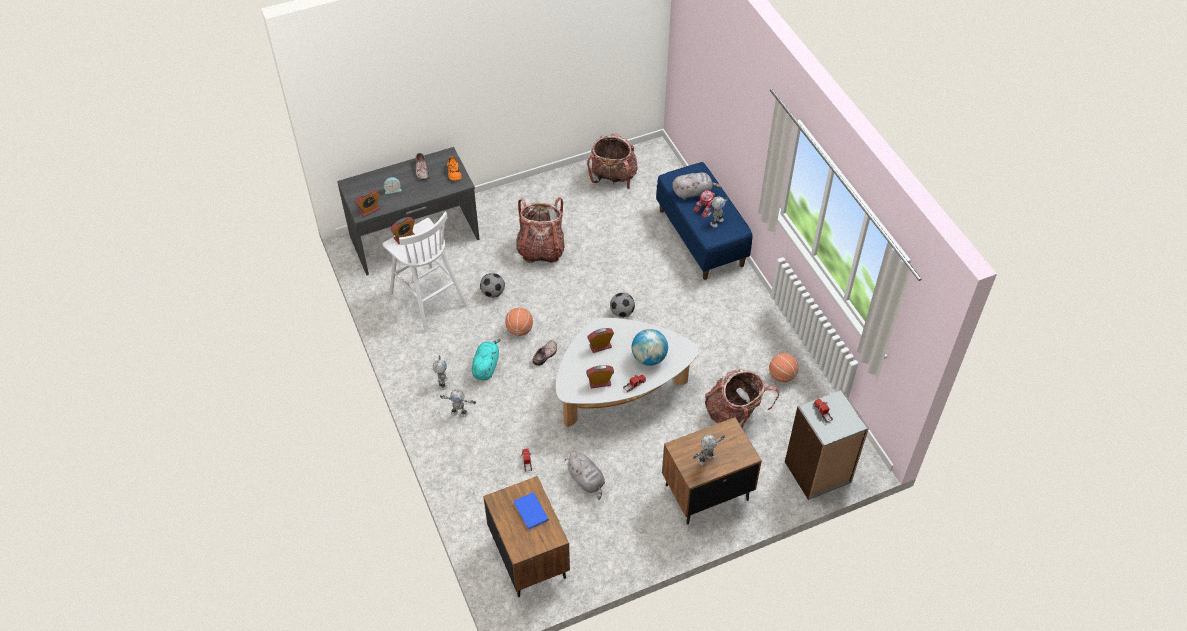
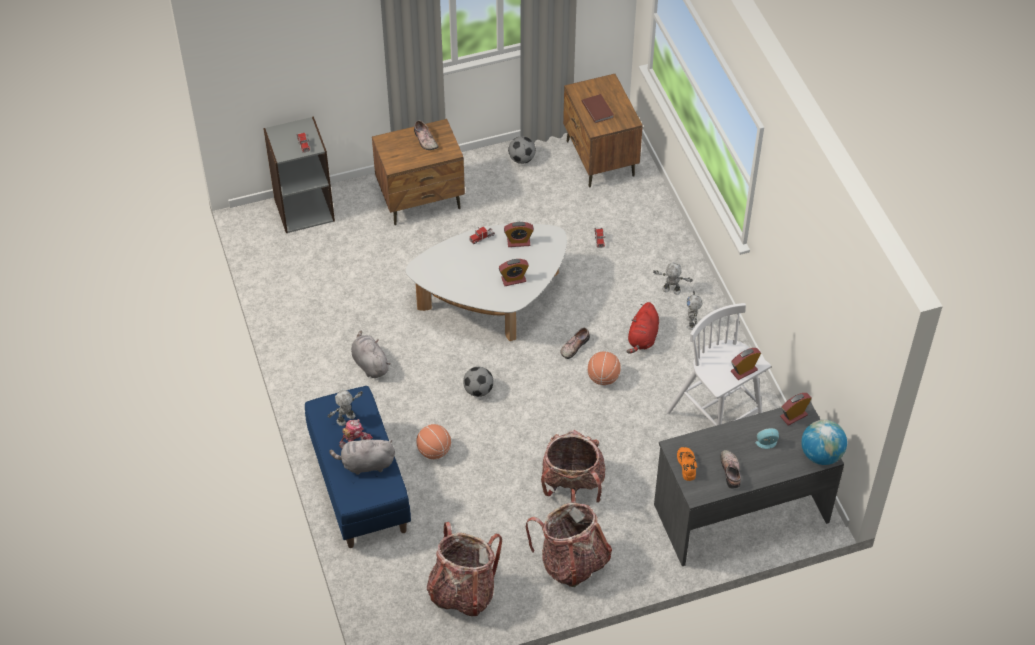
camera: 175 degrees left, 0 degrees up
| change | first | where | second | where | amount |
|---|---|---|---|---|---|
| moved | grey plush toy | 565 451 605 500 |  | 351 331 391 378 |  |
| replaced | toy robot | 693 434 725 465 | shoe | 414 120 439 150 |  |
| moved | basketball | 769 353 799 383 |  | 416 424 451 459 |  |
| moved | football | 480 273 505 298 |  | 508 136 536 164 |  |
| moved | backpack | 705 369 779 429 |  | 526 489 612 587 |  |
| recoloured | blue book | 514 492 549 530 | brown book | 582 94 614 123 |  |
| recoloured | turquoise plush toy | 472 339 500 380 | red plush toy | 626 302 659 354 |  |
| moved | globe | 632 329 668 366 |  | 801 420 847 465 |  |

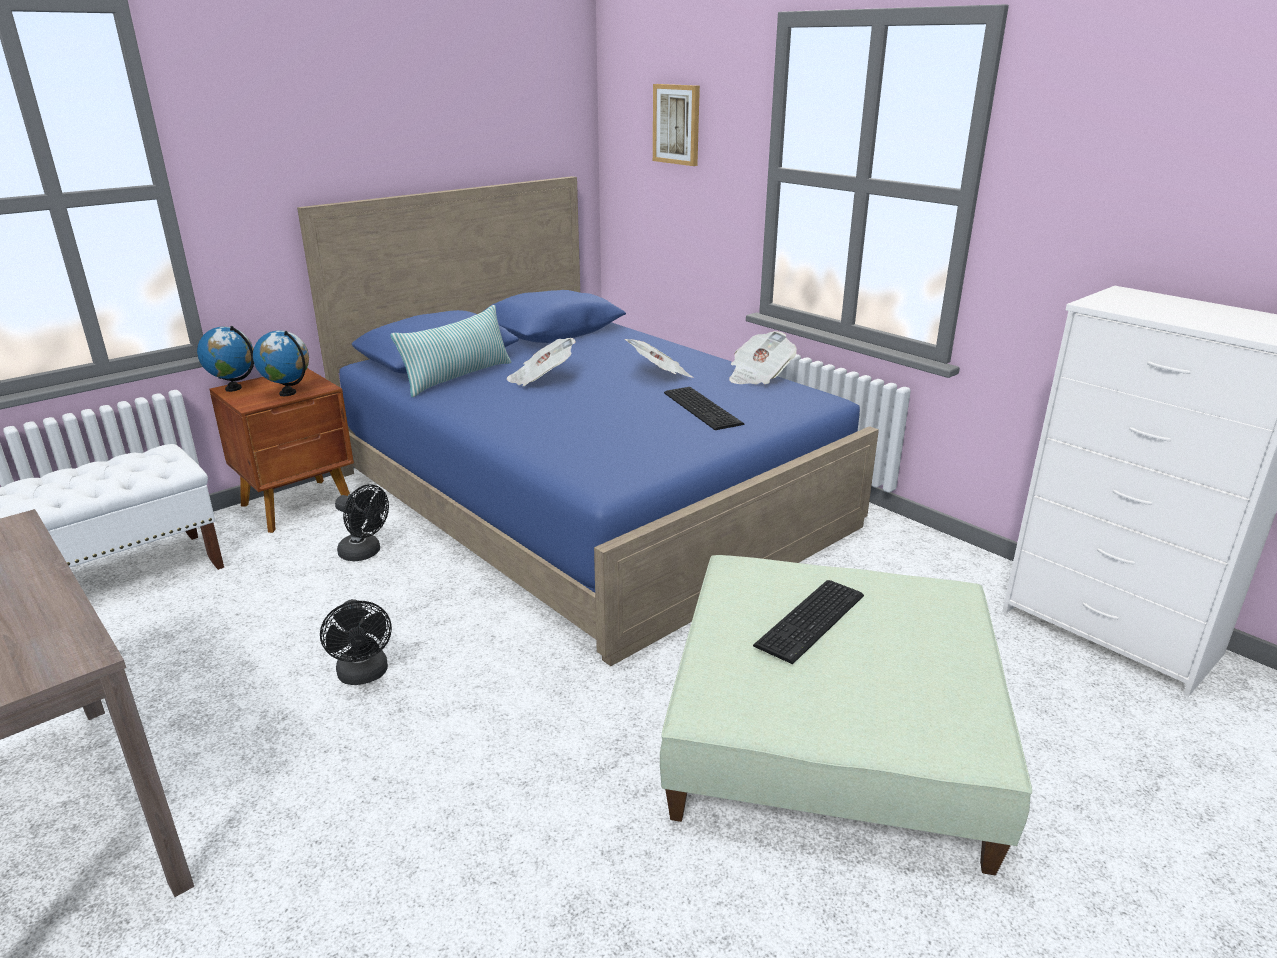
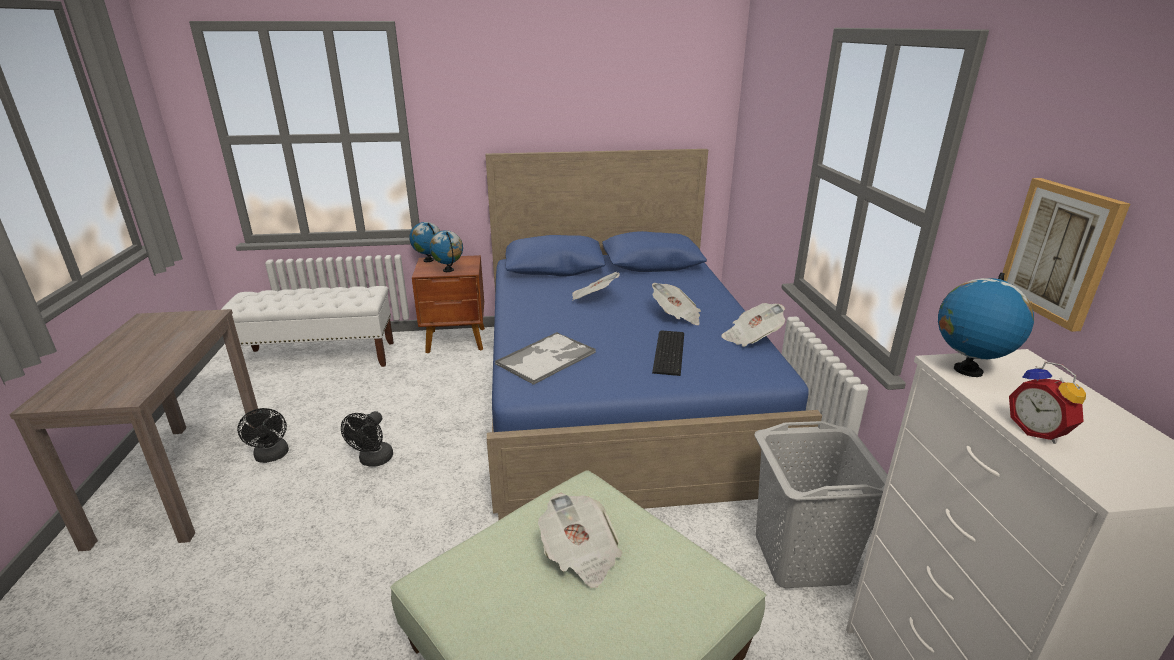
camera: 35 degrees right, 0 degrees up
| change | first | where | second | where | amount |
|---|---|---|---|---|---|
| moved | black fan | 335 484 389 562 |  | 237 408 289 463 |  |
| added |  |  | tray | 495 332 596 385 |  |
| replaced | keyboard | 753 580 864 664 | newspaper | 538 493 623 588 |  |
| added |  |  | grey laundry basket | 754 421 887 588 |  |
| added |  |  | globe | 938 273 1034 377 |  |
| moved | picture | 653 84 700 166 |  | 1002 178 1130 332 |  |
| added |  |  | alarm clock | 1009 361 1086 444 |  |
| removed | pillow | 390 305 512 397 |  |  |  |

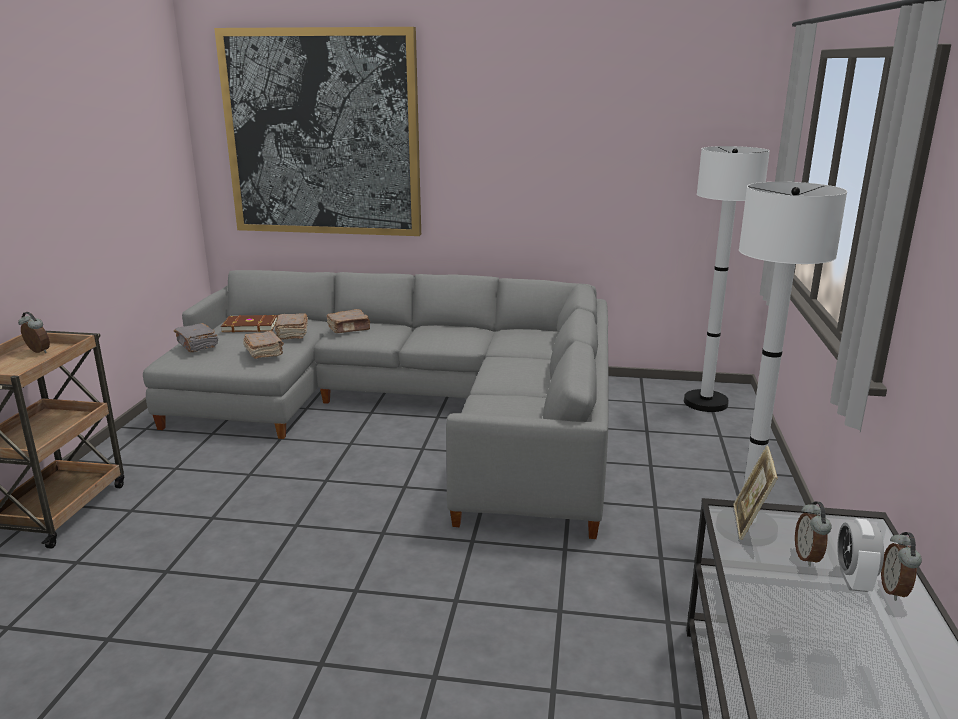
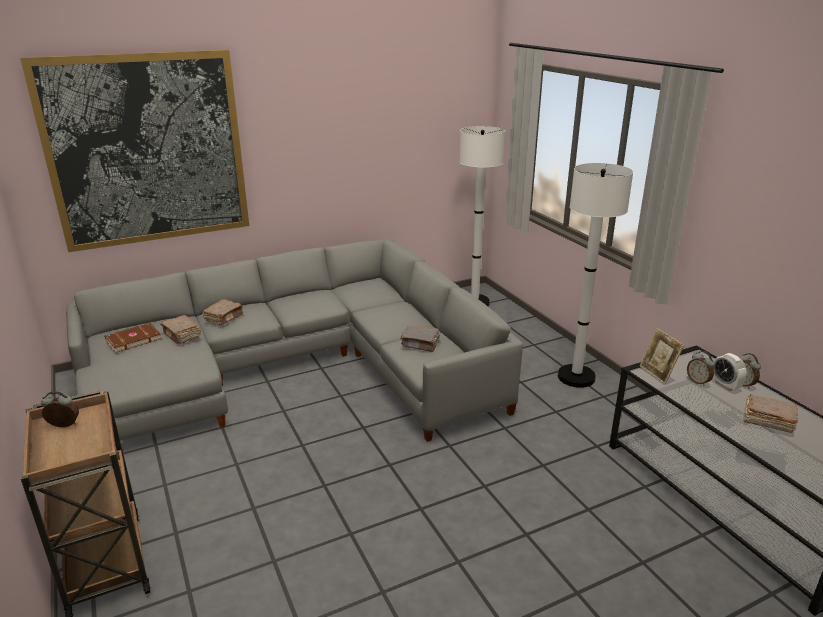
camera: 35 degrees left, 5 degrees up
| change | first | where | second | where | amount |
|---|---|---|---|---|---|
| moved | grey book | 174 323 219 352 |  | 400 325 440 352 |  |
| moved | brown book | 243 331 284 359 |  | 743 394 798 433 |  |

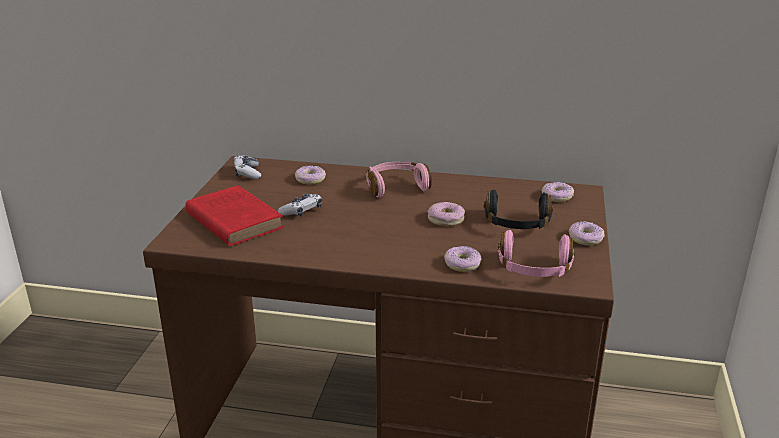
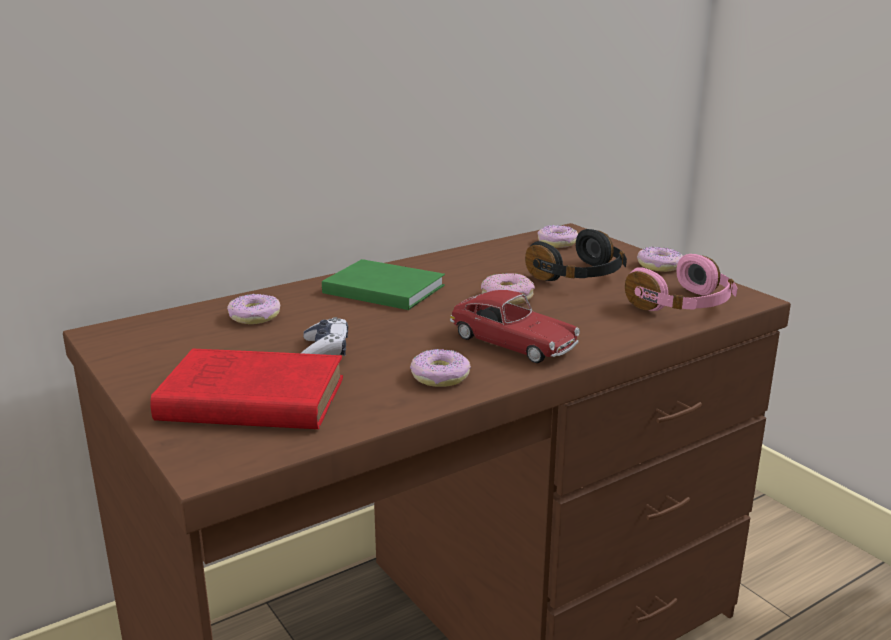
camera: 45 degrees left, 5 degrees down
| change | first | where | second | where | amount |
|---|---|---|---|---|---|
| replaced | pink headphones | 367 161 432 198 | green book | 322 259 445 310 |  |
| moved | donut | 444 246 481 272 |  | 410 349 471 387 |  |
| added |  |  | toy car | 450 290 580 363 |  |
| removed | game controller | 234 155 261 179 |  |  |  |

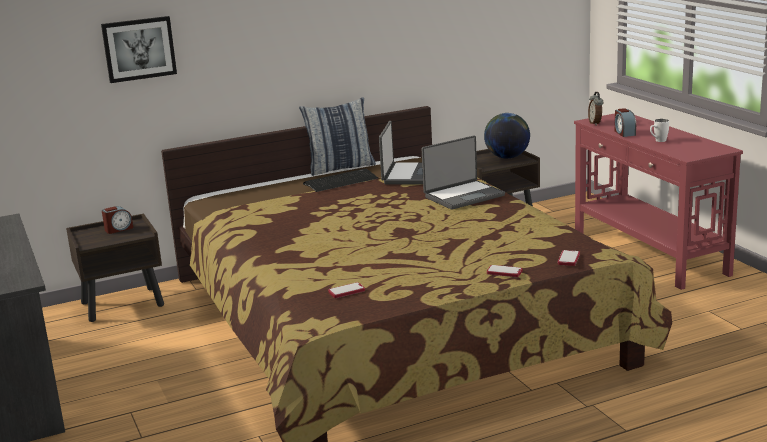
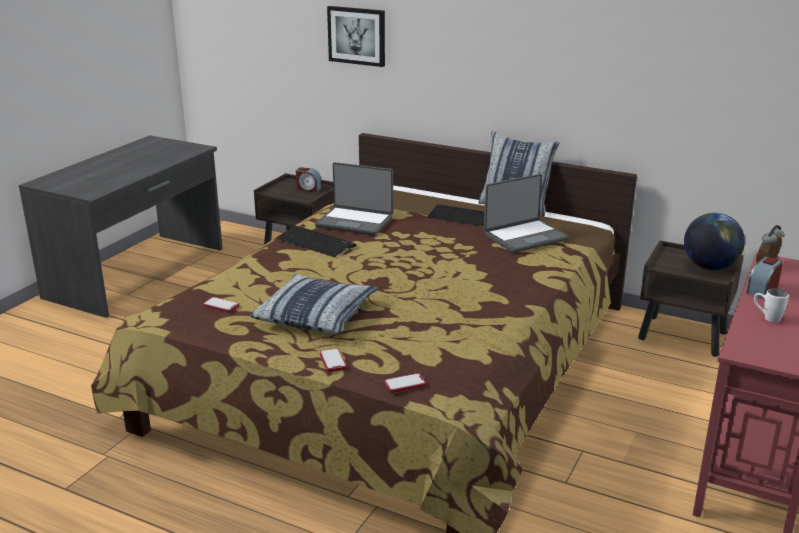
camera: 50 degrees right, 5 degrees up
| change | first | where | second | where | amount |
|---|---|---|---|---|---|
| added |  |  | pillow | 250 274 378 334 |  |
| added |  |  | keyboard | 276 226 357 257 |  |
| moved | laptop | 422 135 505 209 |  | 315 162 393 236 |  |

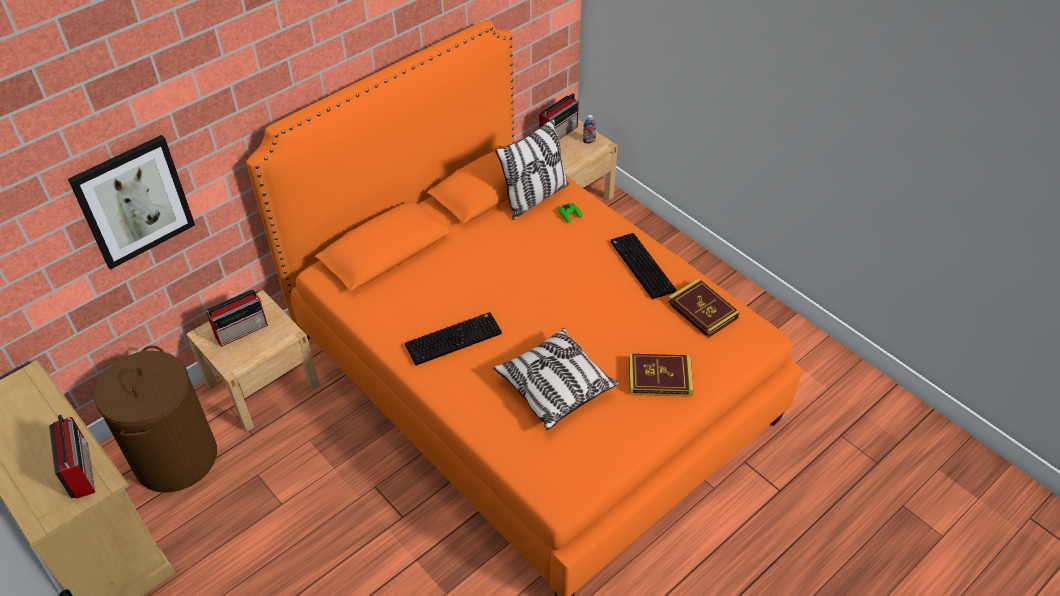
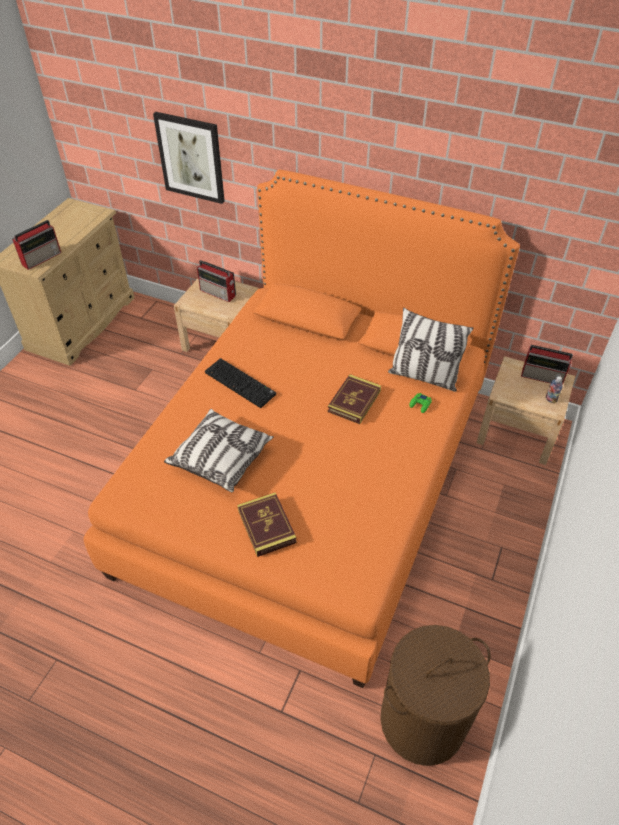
camera: 65 degrees right, 0 degrees up
| change | first | where | second | where | amount |
|---|---|---|---|---|---|
| moved | book | 668 278 739 338 |  | 328 374 381 424 |  |
| moved | brown laundry basket | 94 346 217 493 |  | 380 625 491 766 |  |
| removed | keyboard | 611 233 676 299 |  |  |  |

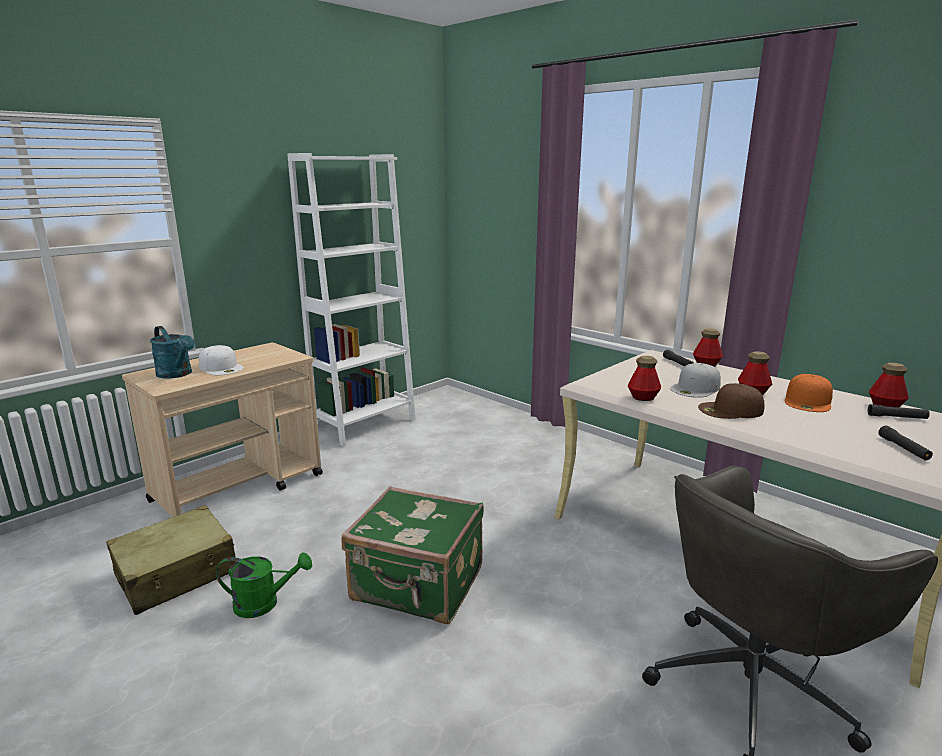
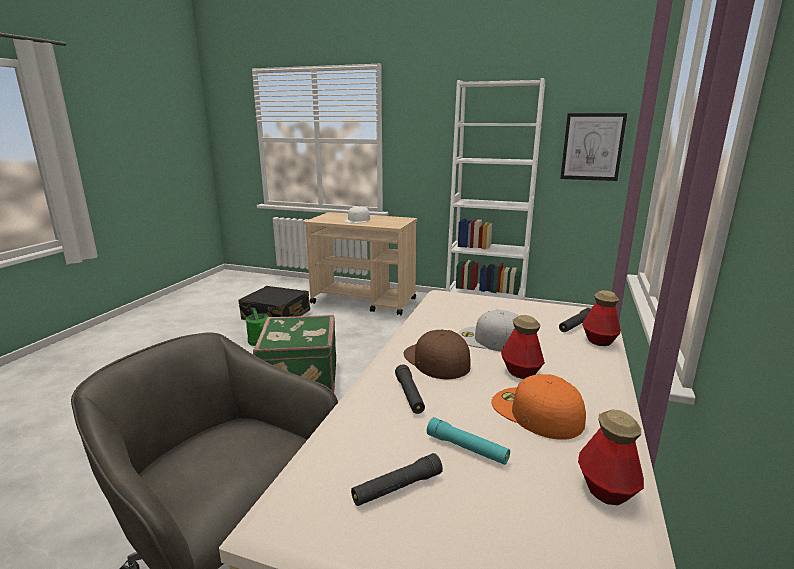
camera: 65 degrees right, 0 degrees up
| change | first | where | second | where | amount |
|---|---|---|---|---|---|
| recoloured | beige suitcase | 106 505 236 615 | black suitcase | 238 286 310 320 |  |
| moved | black flashlight | 868 404 930 419 |  | 395 364 425 414 |  |
| added |  |  | turquoise flashlight | 427 417 510 465 |  |
| turned | orange cap | 785 374 833 412 |  | 491 374 586 440 | 45 degrees clockwise |
| added |  |  | picture | 560 113 627 181 |  |
| removed | turquoise watering can | 150 326 195 379 |  |  |  |
| removed | bottle | 628 356 661 401 |  |  |  |

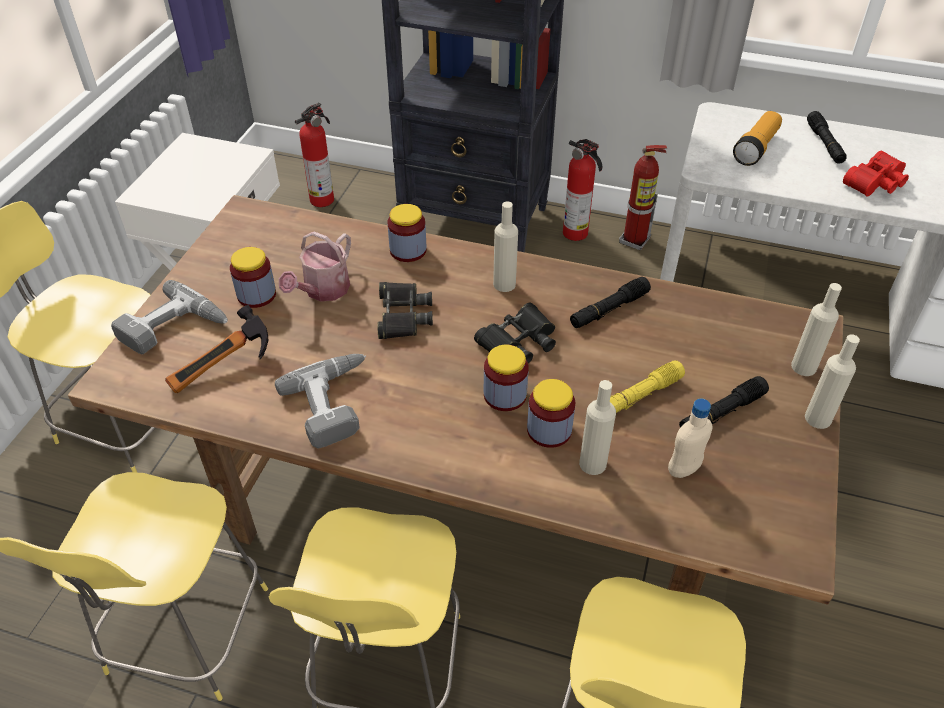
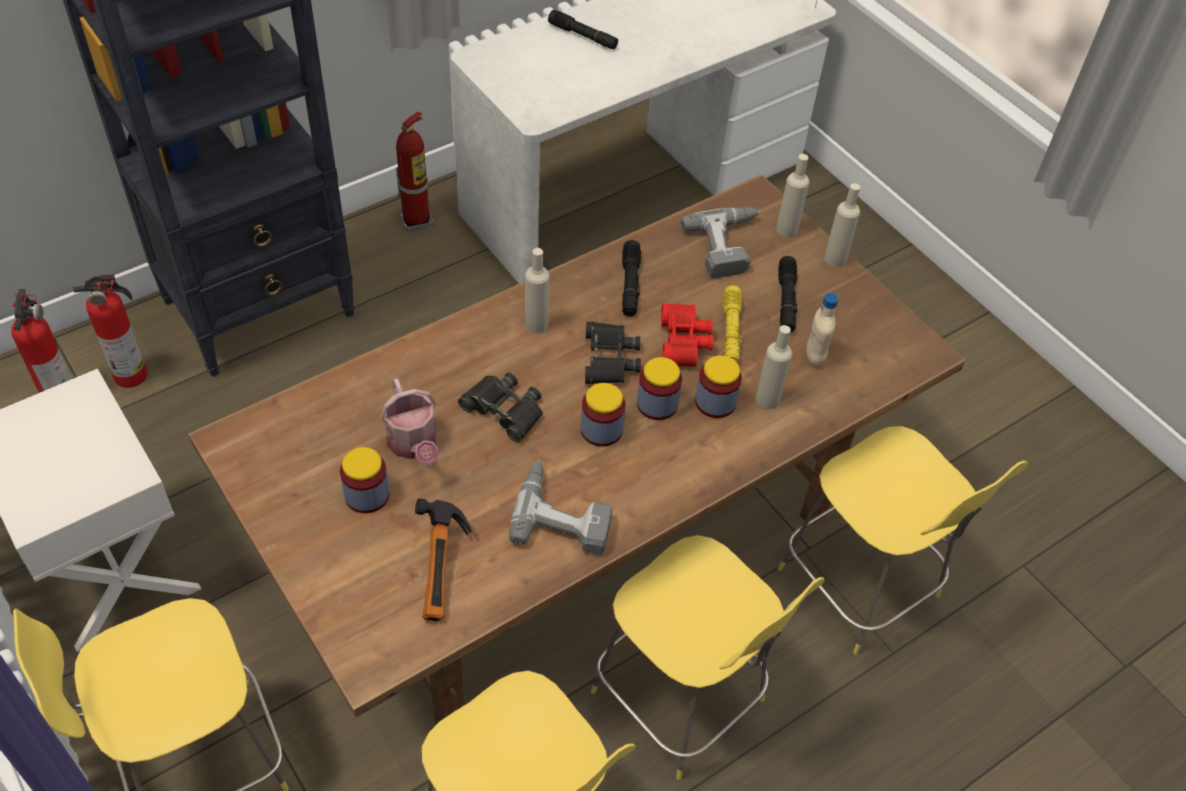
camera: 55 degrees left, 5 degrees up
| change | first | where | second | where | amount |
|---|---|---|---|---|---|
| moved | fire extinguisher | 563 139 602 241 |  | 73 274 147 388 |  |
| moved | jar | 387 204 427 262 |  | 581 383 626 447 |  |
| moved | red binoculars | 843 151 909 196 |  | 661 303 713 367 |  |
| moved | power drill | 111 280 228 354 |  | 681 207 760 278 |  |
| removed | flashlight | 733 111 782 166 |  |  |  |

